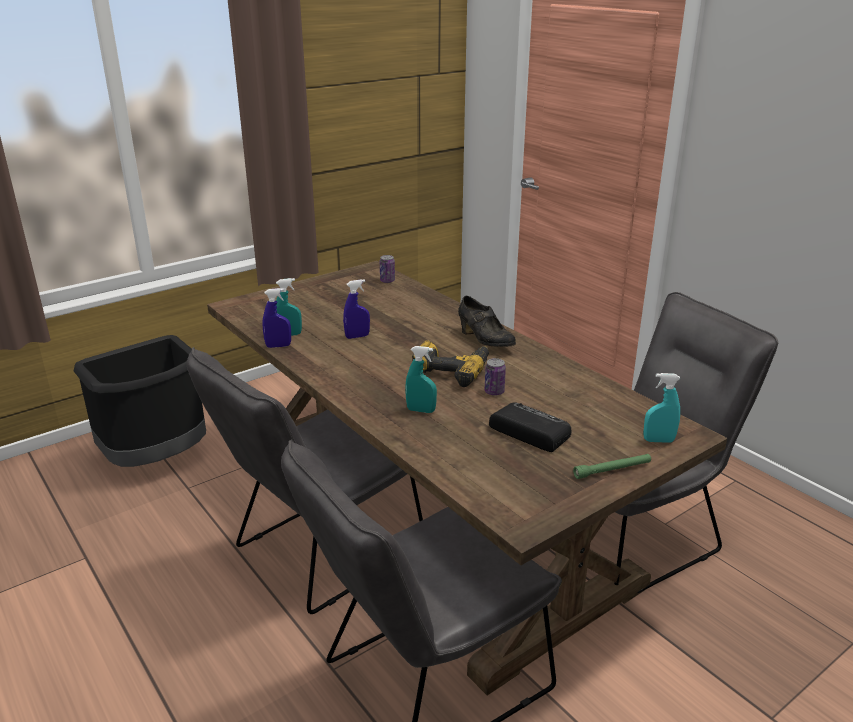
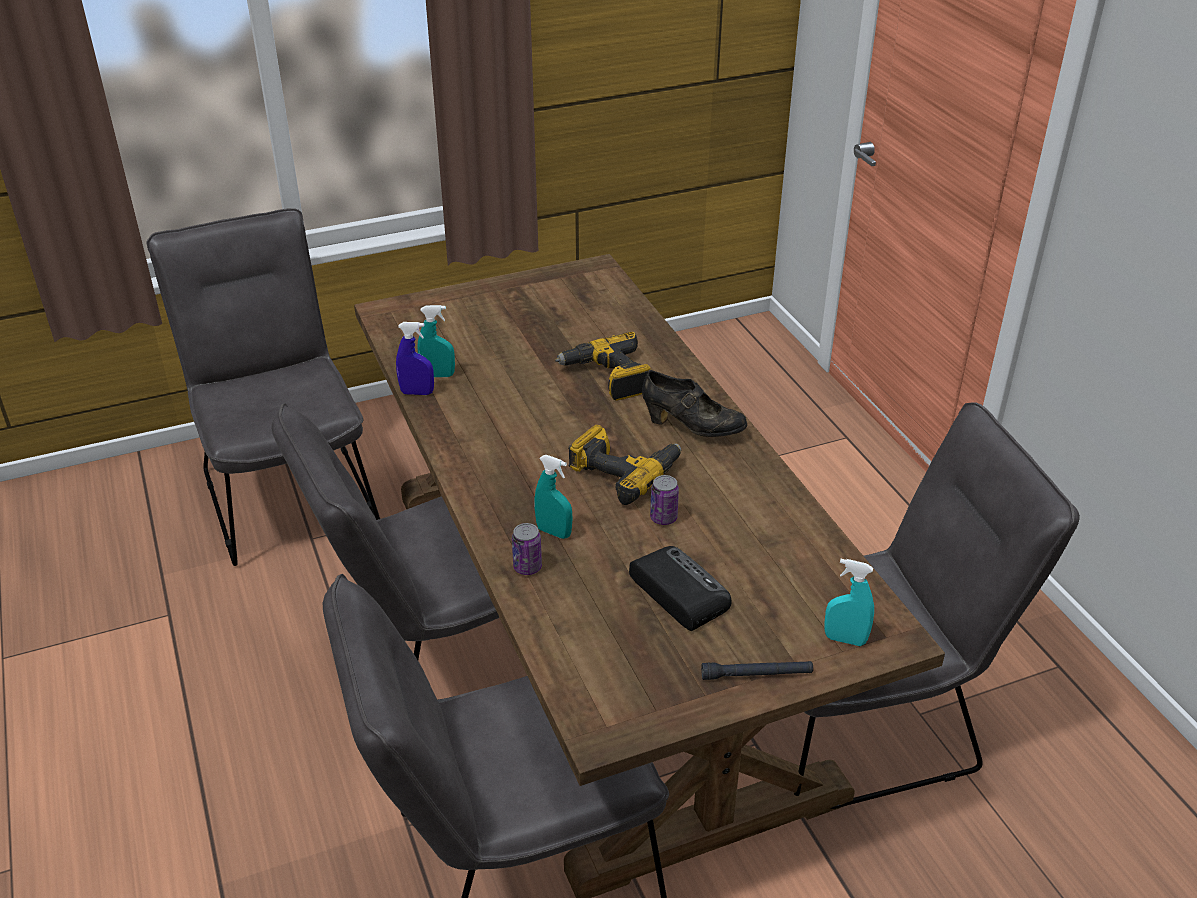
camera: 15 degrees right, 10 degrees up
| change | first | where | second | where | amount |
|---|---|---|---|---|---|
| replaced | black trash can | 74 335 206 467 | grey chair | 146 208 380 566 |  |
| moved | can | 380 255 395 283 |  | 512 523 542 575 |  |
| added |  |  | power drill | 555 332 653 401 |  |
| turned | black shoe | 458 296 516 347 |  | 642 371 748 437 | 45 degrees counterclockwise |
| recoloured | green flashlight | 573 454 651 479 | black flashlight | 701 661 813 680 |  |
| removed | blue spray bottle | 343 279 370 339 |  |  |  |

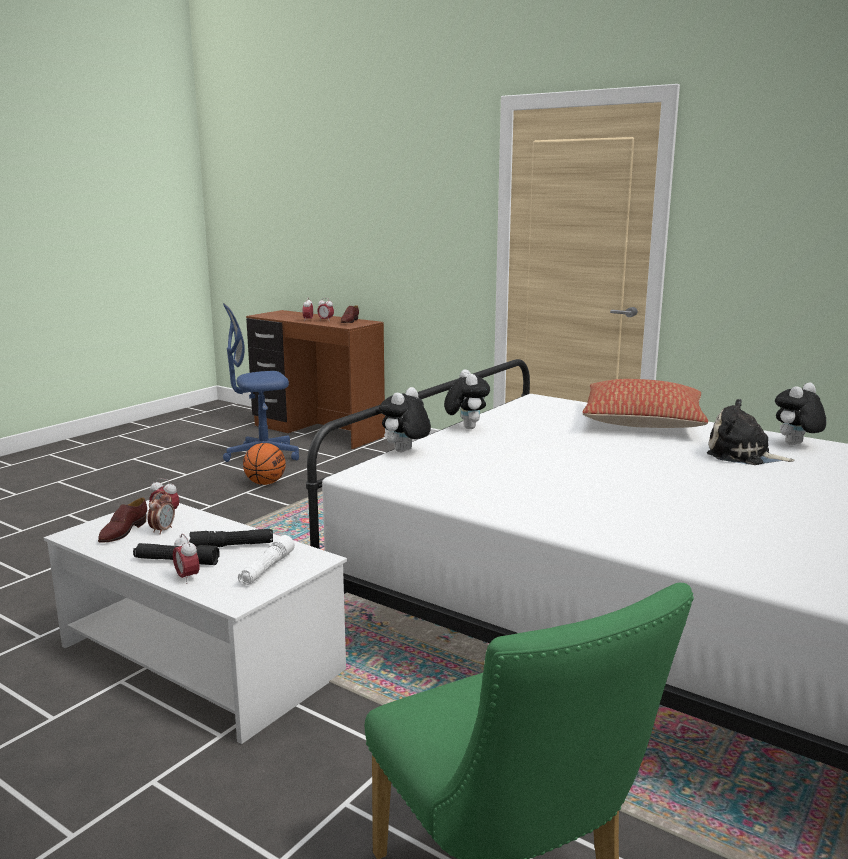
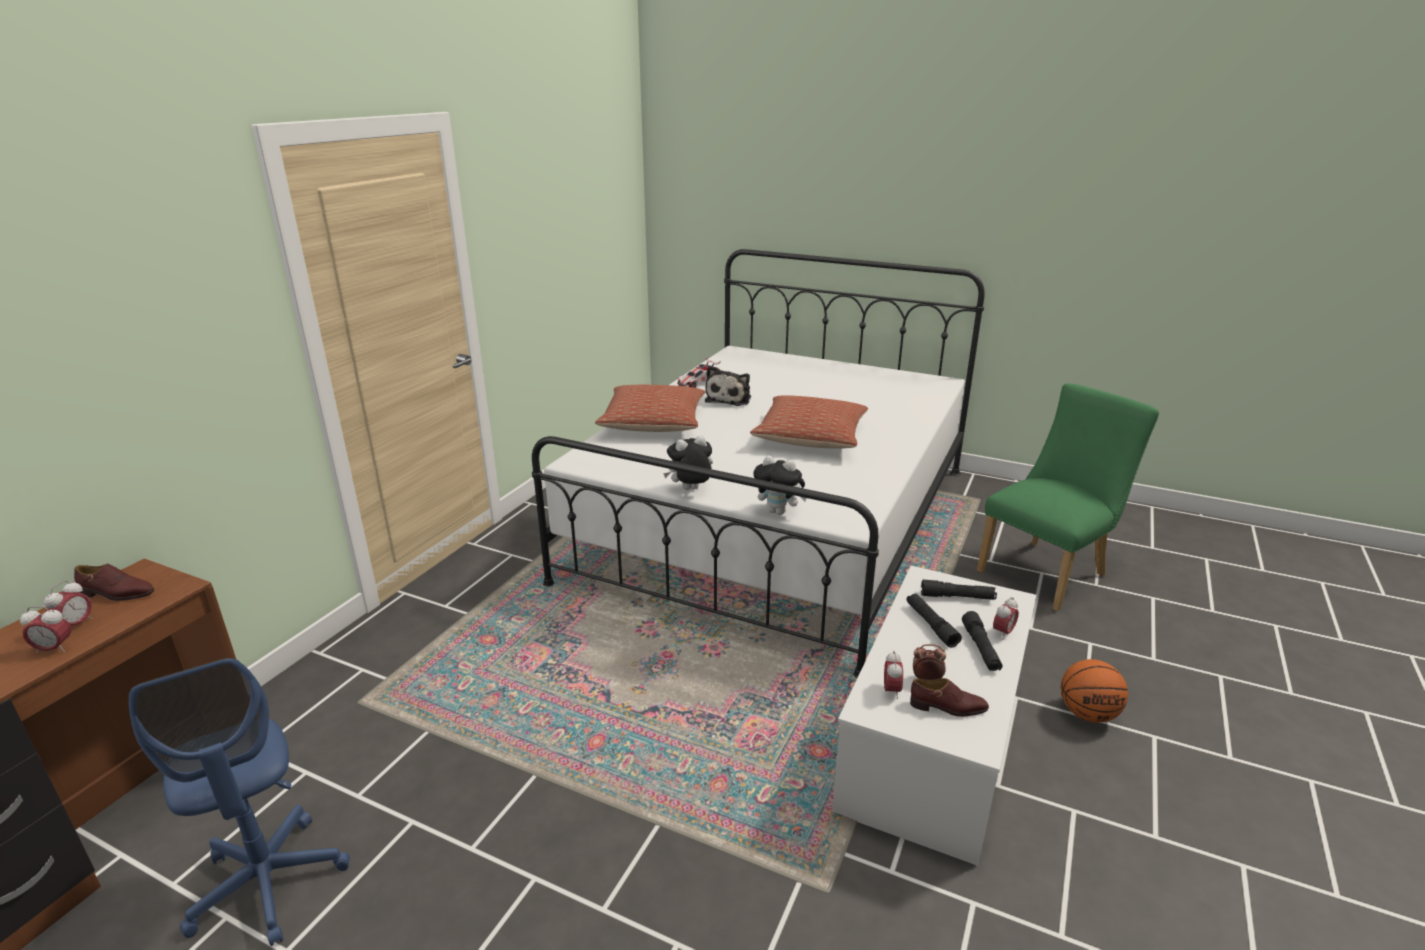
camera: 100 degrees left, 10 degrees up
| change | first | where | second | where | amount |
|---|---|---|---|---|---|
| replaced | plush toy | 775 383 827 445 | toy car | 677 357 721 388 |  |
| added |  |  | pillow | 750 395 868 449 |  |
| recoloured | white flashlight | 238 535 295 585 | black flashlight | 921 580 997 600 |  |
| moved | basketball | 243 443 286 485 |  | 1061 659 1128 723 |  |

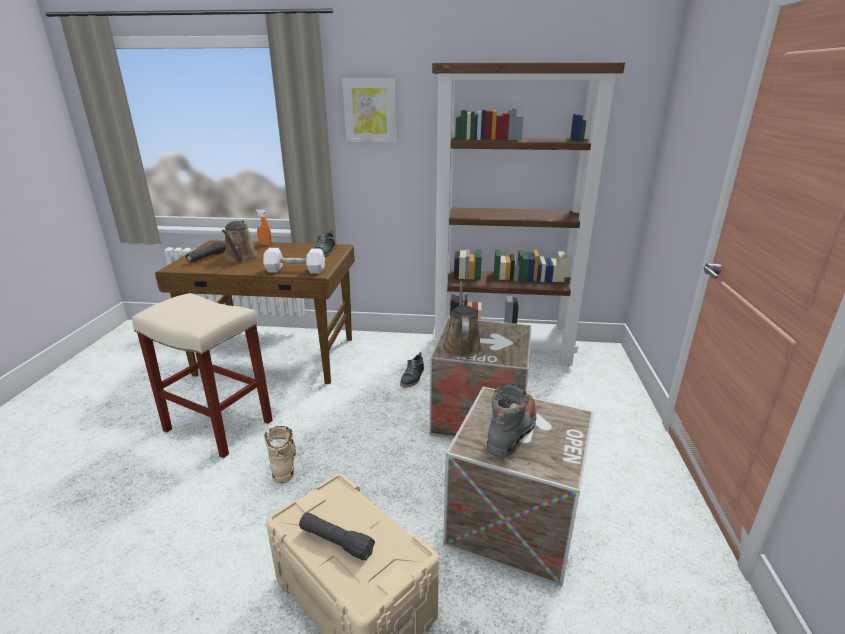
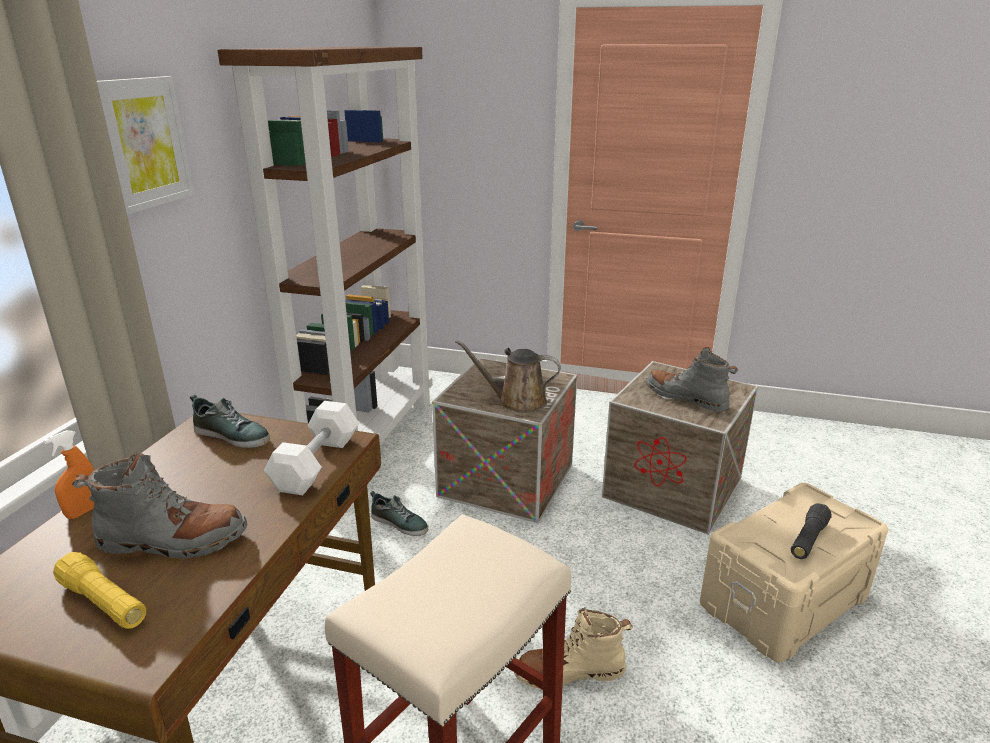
camera: 80 degrees left, 0 degrees up
| change | first | where | second | where | amount |
|---|---|---|---|---|---|
| recoloured | black flashlight | 186 241 225 263 | yellow flashlight | 53 552 146 629 |  |
| replaced | brown watering can | 222 220 258 263 | grey boot | 72 452 247 558 |  |

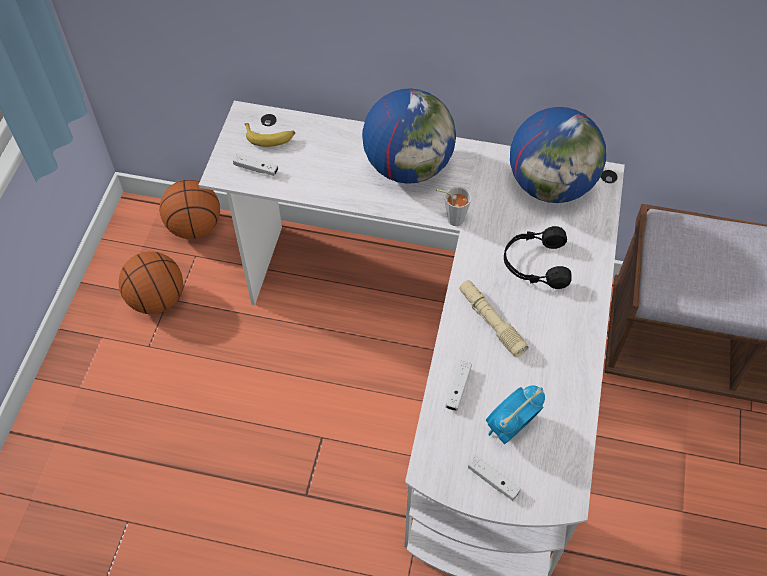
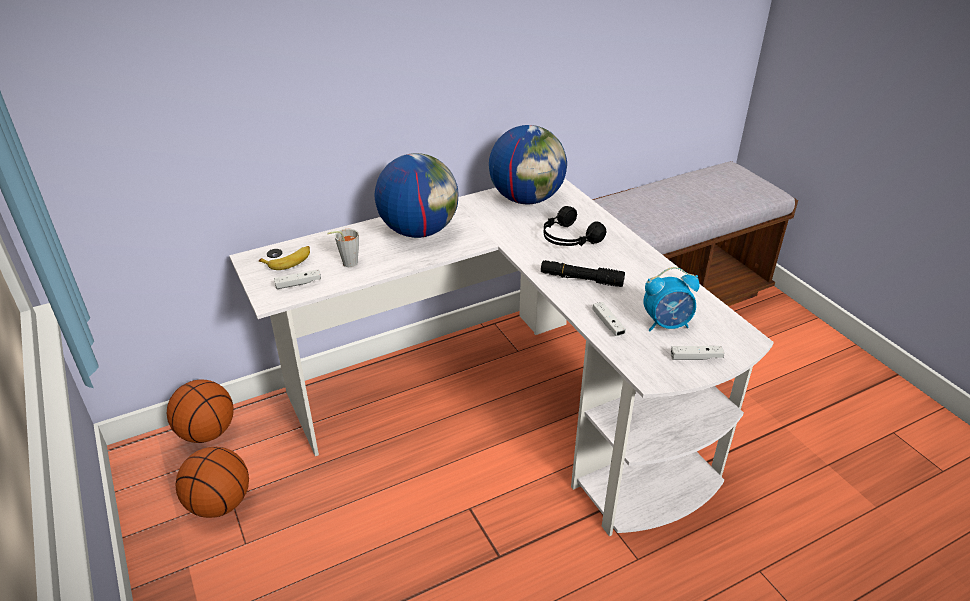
camera: 40 degrees left, 20 degrees down
| change | first | where | second | where | amount |
|---|---|---|---|---|---|
| moved | grey cup | 436 187 471 226 |  | 327 229 359 267 |  |
| recoloured | beige flashlight | 459 280 528 357 | black flashlight | 541 260 625 287 |  |
| turned | alarm clock | 486 386 545 444 |  | 644 267 700 331 | 105 degrees counterclockwise |

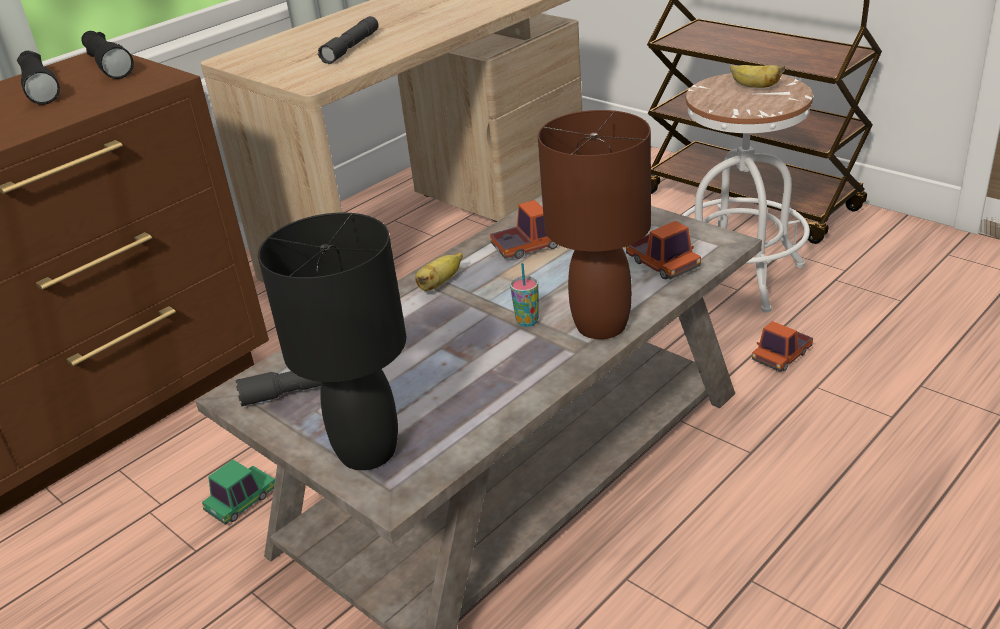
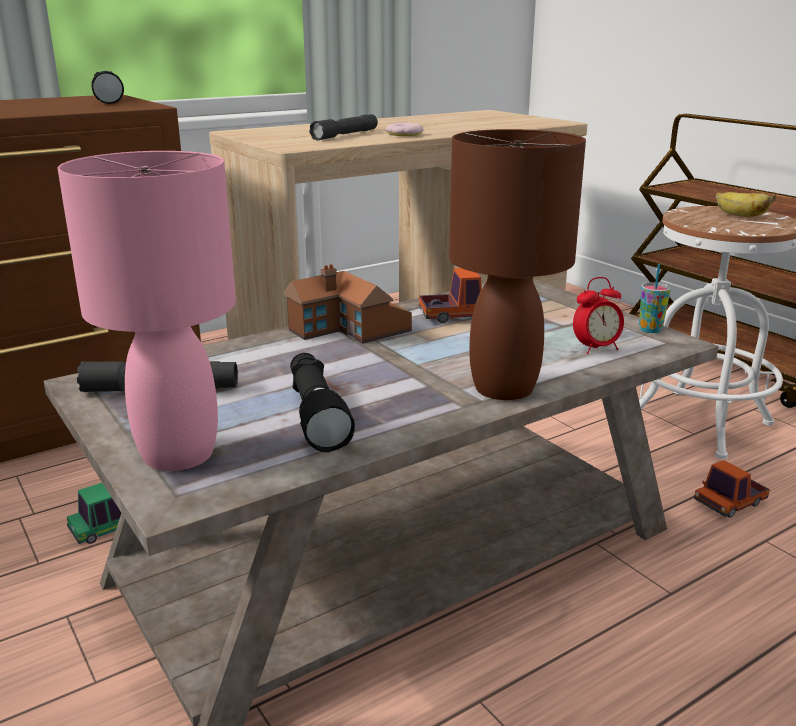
camera: 10 degrees right, 10 degrees down
| change | first | where | second | where | amount |
|---|---|---|---|---|---|
| recoloured | black table lamp | 258 212 406 470 | pink table lamp | 57 151 236 471 |  |
| replaced | banana | 415 252 463 291 | toy house | 283 264 412 344 |  |
| moved | black flashlight | 17 51 60 105 |  | 290 353 355 452 |  |
| added |  |  | donut | 386 123 424 136 |  |
| replaced | toy truck | 626 221 701 280 | alarm clock | 573 277 624 354 |  |
| moved | cup | 510 263 539 327 |  | 639 264 671 333 |  |

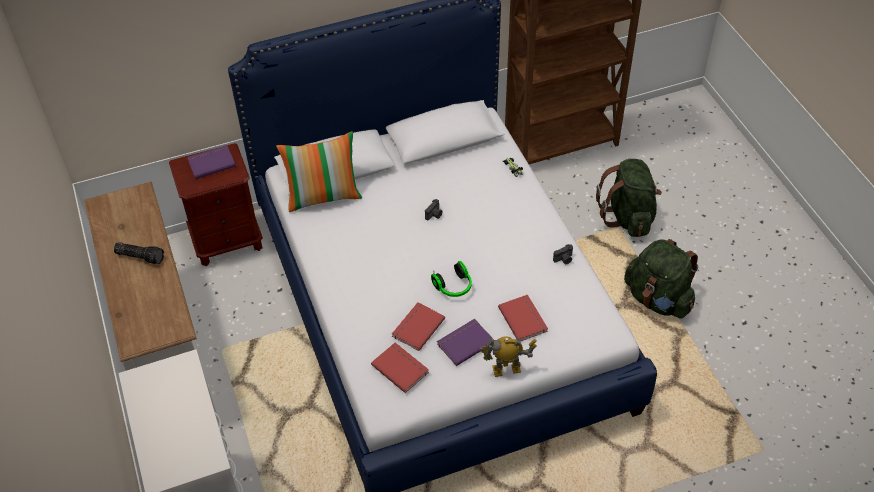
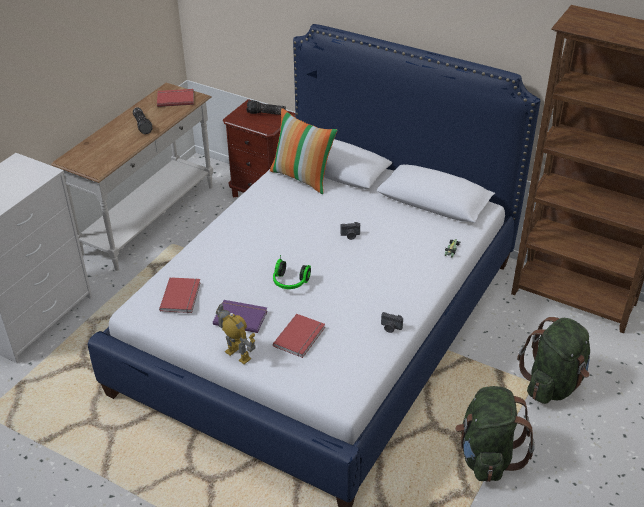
camera: 50 degrees right, 10 degrees down
| change | first | where | second | where | amount |
|---|---|---|---|---|---|
| moved | red book | 392 302 445 351 |  | 157 89 194 107 |  |
| replaced | purple book | 187 145 236 179 | flashlight | 247 100 286 115 |  |

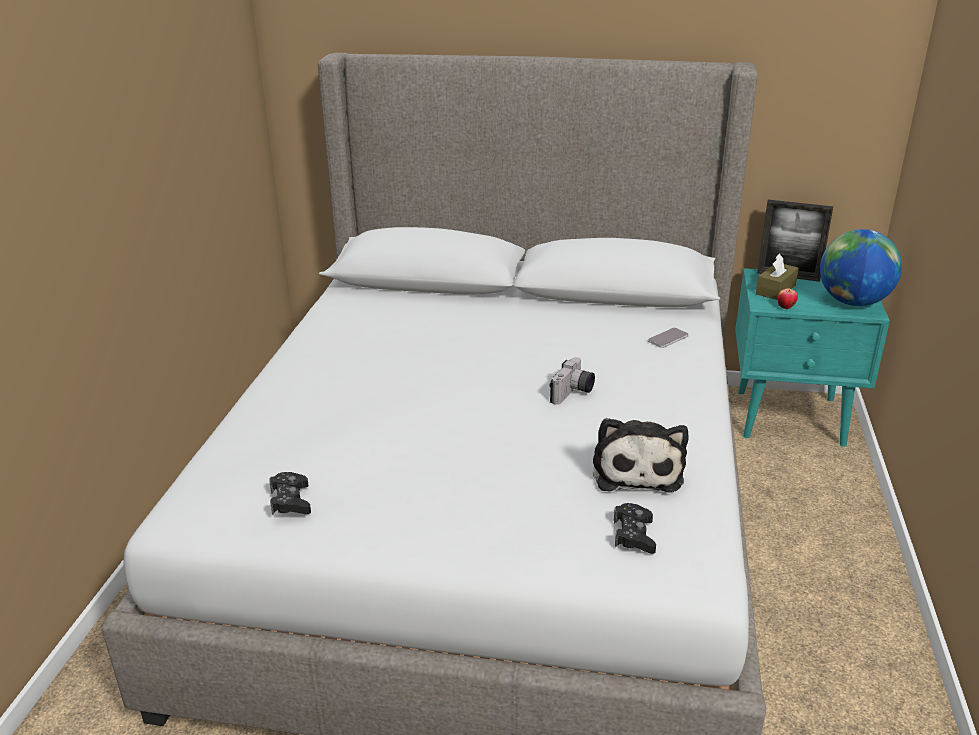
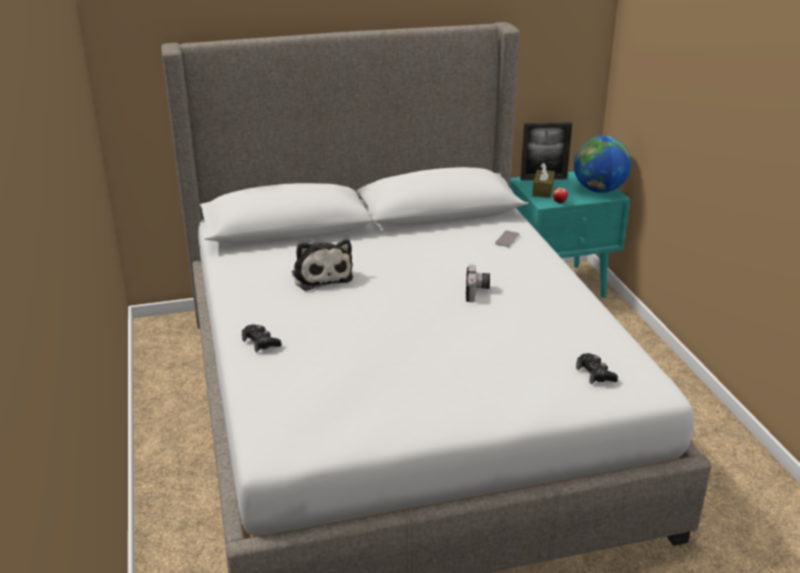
camera: 25 degrees left, 0 degrees up
| change | first | where | second | where | amount |
|---|---|---|---|---|---|
| moved | black game controller | 269 472 311 516 |  | 242 324 281 352 |  |
| moved | plush toy | 593 418 689 493 |  | 292 239 353 291 |  |

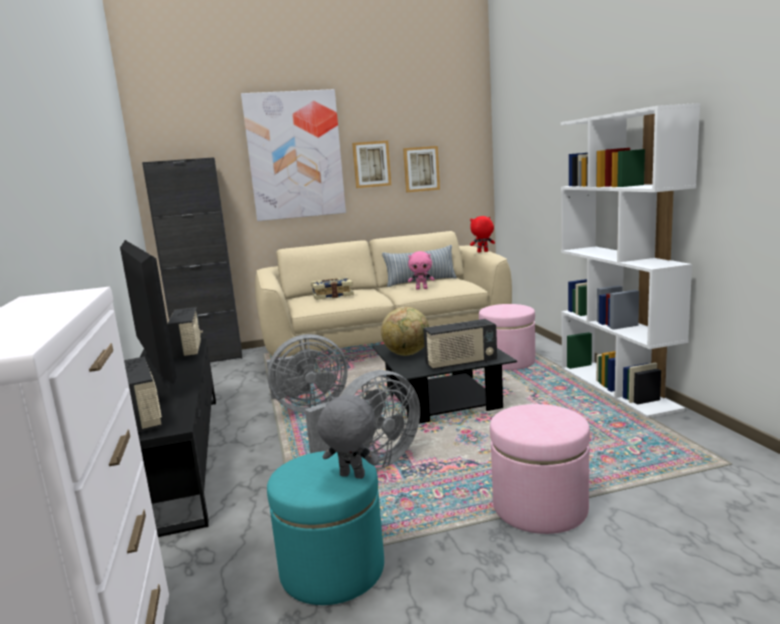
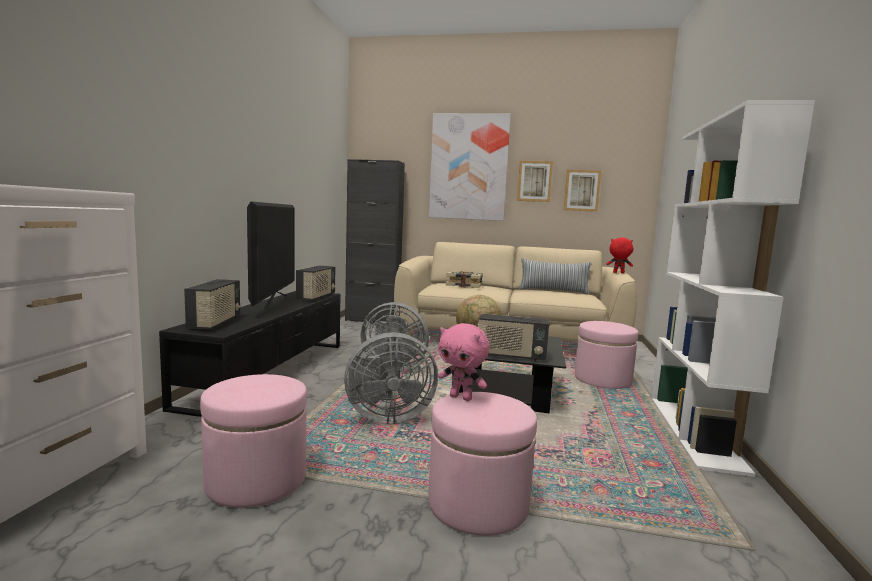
camera: 25 degrees right, 5 degrees down
| change | first | where | second | where | amount |
|---|---|---|---|---|---|
| recoloured | turquoise ottoman | 267 451 384 605 | pink ottoman | 200 374 307 508 |  |
| moved | pink plush toy | 408 251 434 290 |  | 438 323 490 401 |  |
| removed | grey plush toy | 317 395 379 479 |  |  |  |

